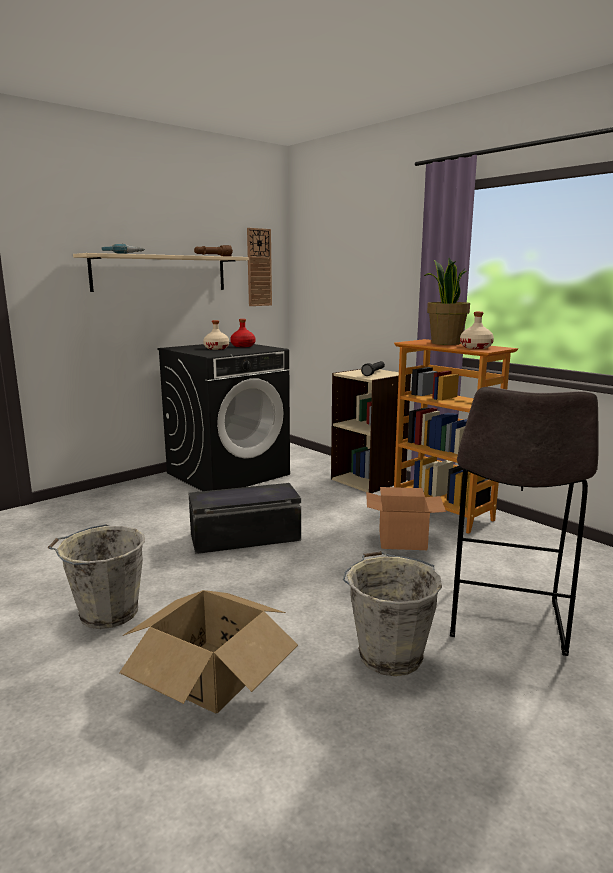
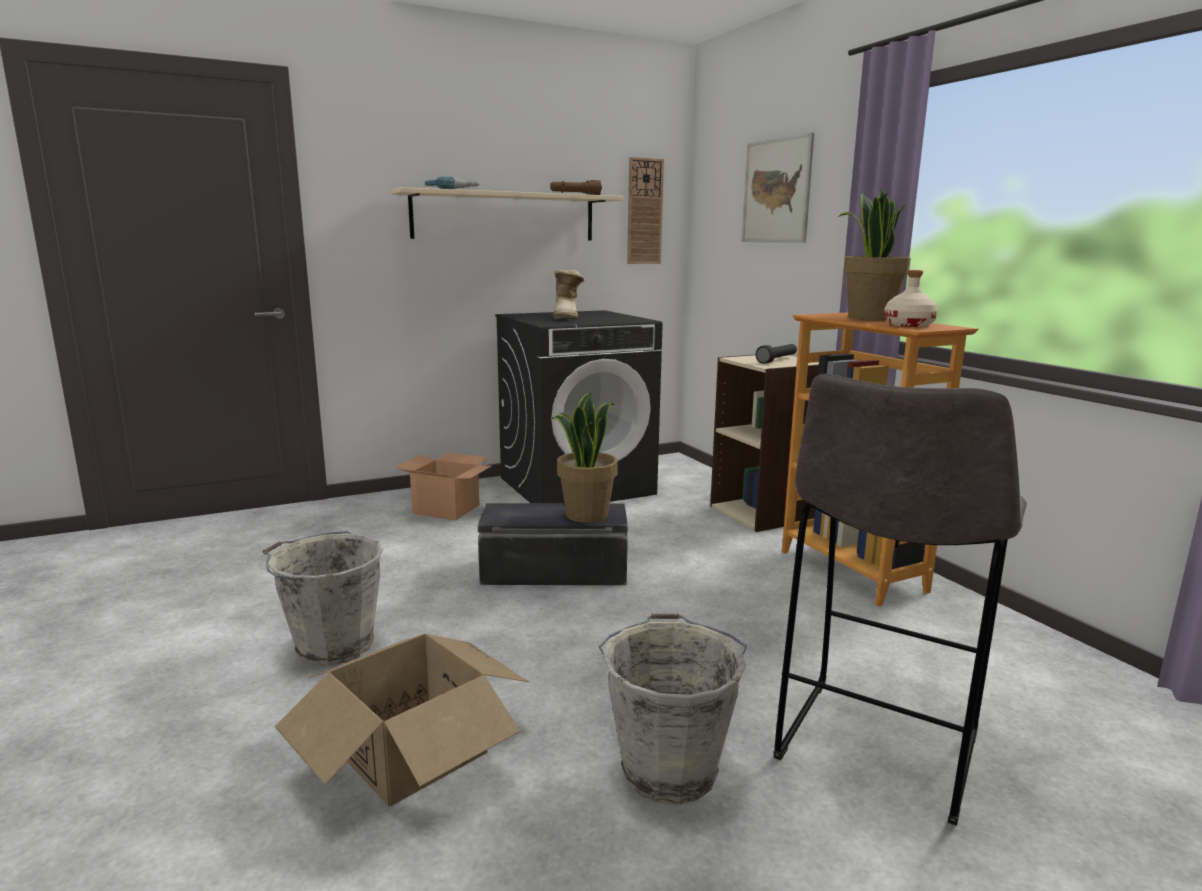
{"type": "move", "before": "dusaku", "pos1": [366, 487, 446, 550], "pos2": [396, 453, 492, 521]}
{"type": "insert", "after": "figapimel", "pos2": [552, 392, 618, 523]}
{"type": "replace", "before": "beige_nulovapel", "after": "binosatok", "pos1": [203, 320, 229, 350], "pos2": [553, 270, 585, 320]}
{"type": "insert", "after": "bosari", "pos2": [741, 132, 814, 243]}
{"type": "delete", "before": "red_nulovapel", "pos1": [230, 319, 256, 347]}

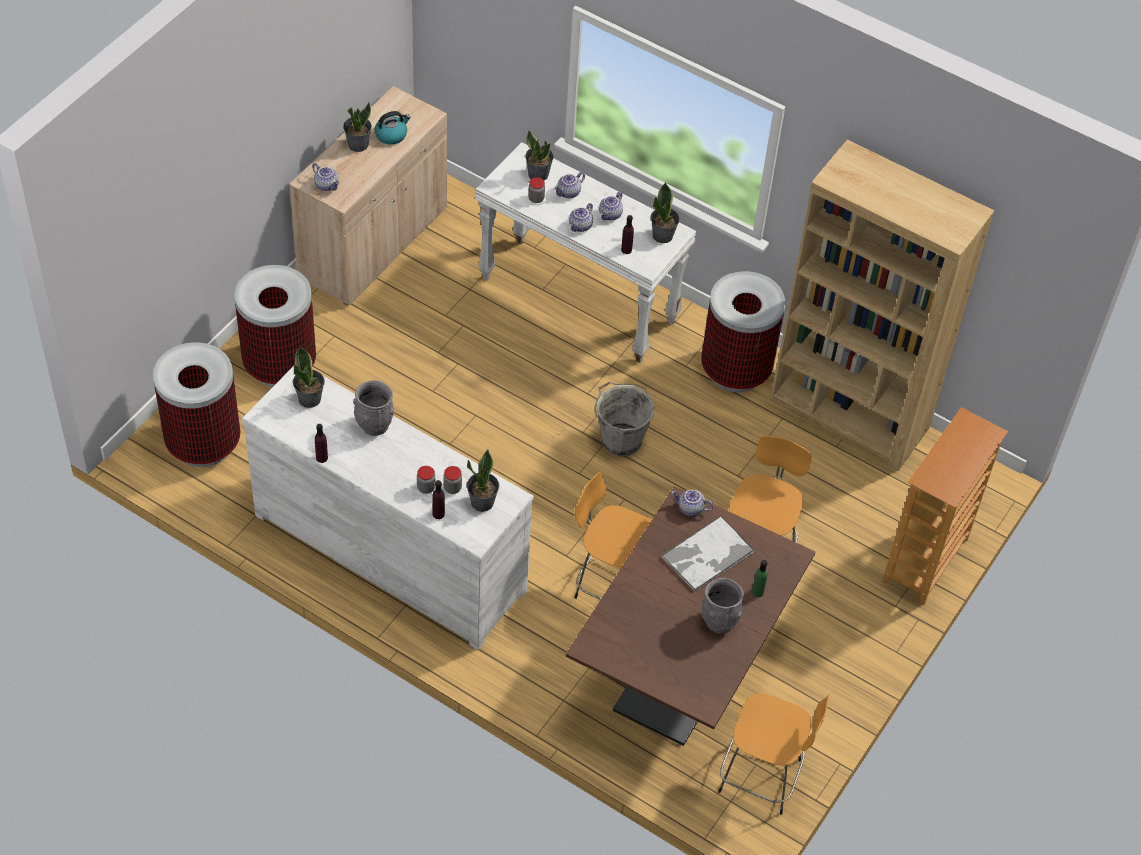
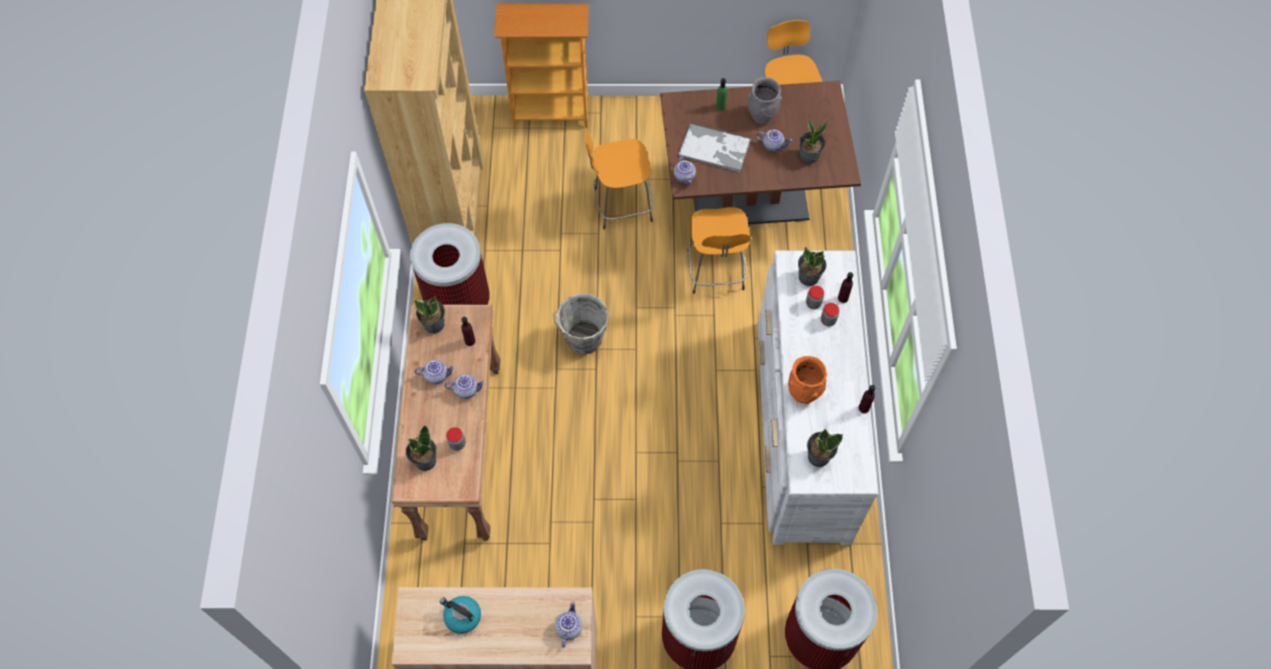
{"type": "recolor", "before": "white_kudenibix", "after": "brown_kudenibix", "pos1": [475, 142, 696, 363], "pos2": [391, 305, 500, 540]}
{"type": "move", "before": "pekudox", "pos1": [554, 172, 585, 198], "pos2": [756, 130, 792, 152]}
{"type": "recolor", "before": "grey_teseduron", "after": "orange_teseduron", "pos1": [353, 380, 394, 436], "pos2": [788, 356, 827, 404]}
{"type": "move", "before": "figapimel", "pos1": [343, 102, 372, 152], "pos2": [799, 114, 828, 164]}

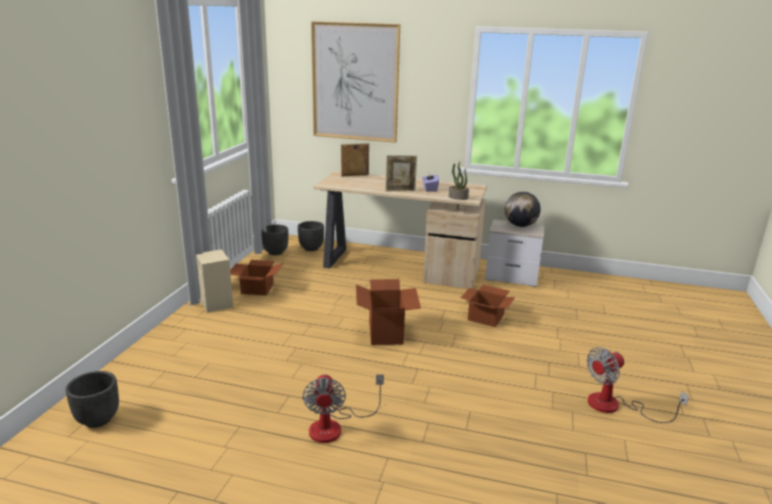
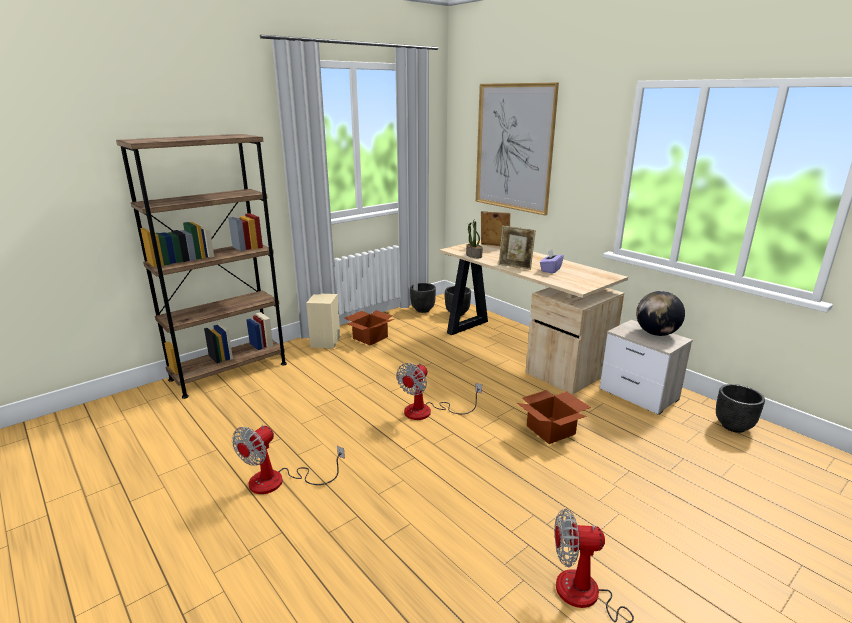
{"type": "insert", "after": "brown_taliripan", "pos2": [116, 134, 287, 399]}
{"type": "replace", "before": "dusaku", "after": "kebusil", "pos1": [356, 279, 421, 345], "pos2": [396, 363, 482, 420]}
{"type": "move", "before": "figapimel", "pos1": [449, 161, 469, 200], "pos2": [466, 220, 483, 258]}
{"type": "move", "before": "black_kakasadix", "pos1": [65, 371, 119, 428], "pos2": [716, 384, 765, 433]}

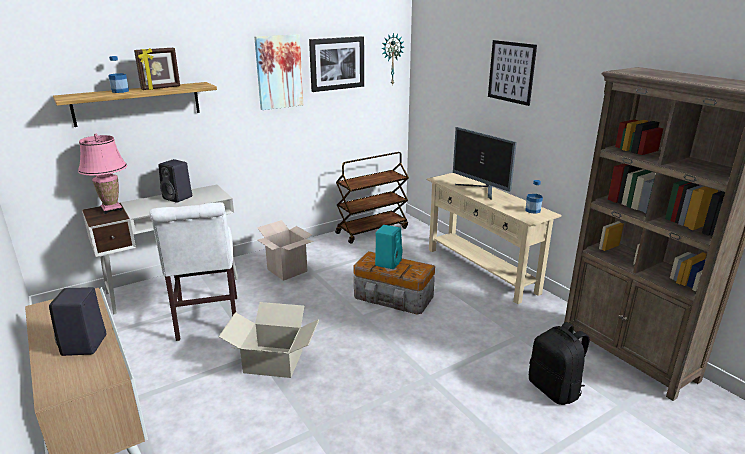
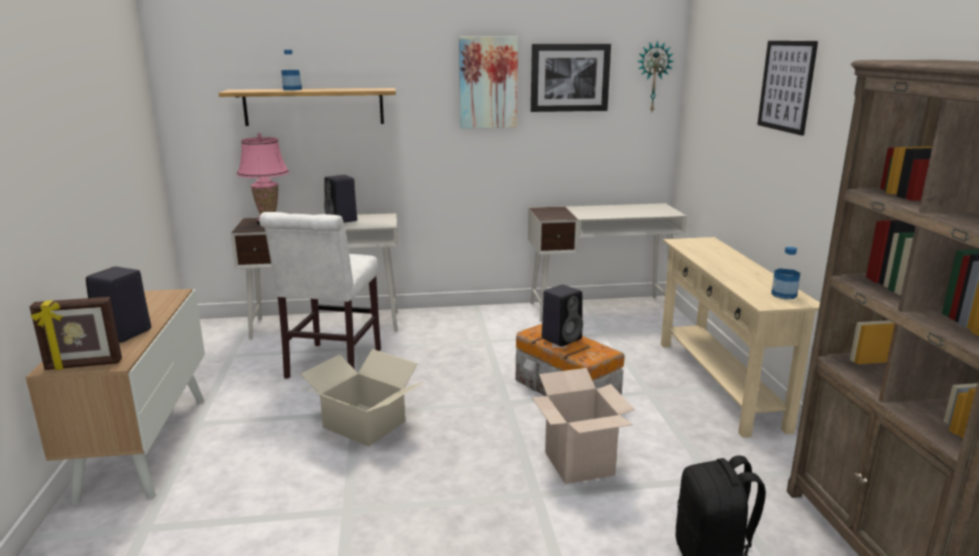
{"type": "move", "before": "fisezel", "pos1": [134, 48, 180, 90], "pos2": [30, 297, 122, 370]}
{"type": "replace", "before": "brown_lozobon", "after": "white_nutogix", "pos1": [335, 152, 409, 244], "pos2": [528, 203, 687, 322]}
{"type": "move", "before": "dusaku", "pos1": [257, 220, 314, 281], "pos2": [532, 368, 635, 484]}
{"type": "recolor", "before": "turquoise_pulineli", "after": "black_pulineli", "pos1": [375, 225, 402, 269], "pos2": [542, 285, 583, 347]}
{"type": "delete", "before": "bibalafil", "pos1": [453, 127, 517, 200]}

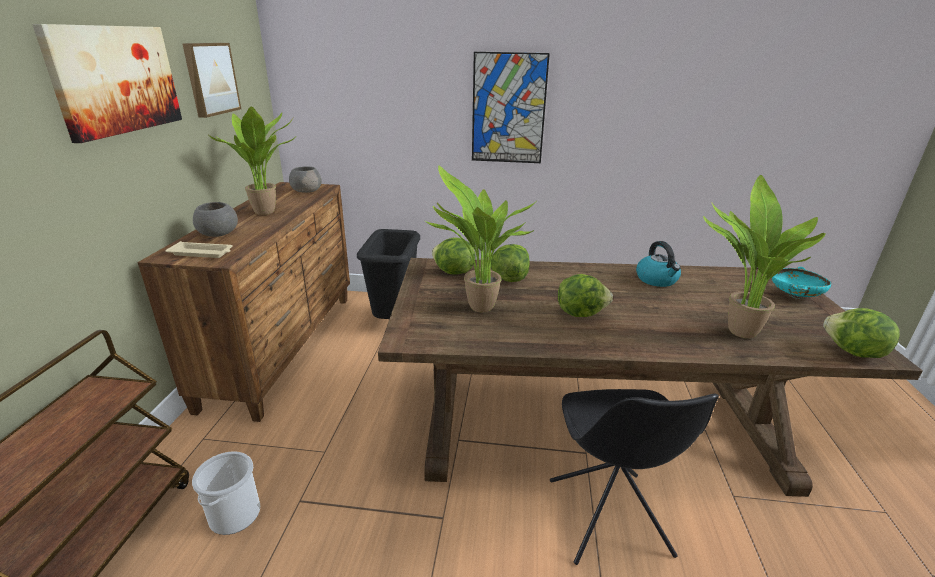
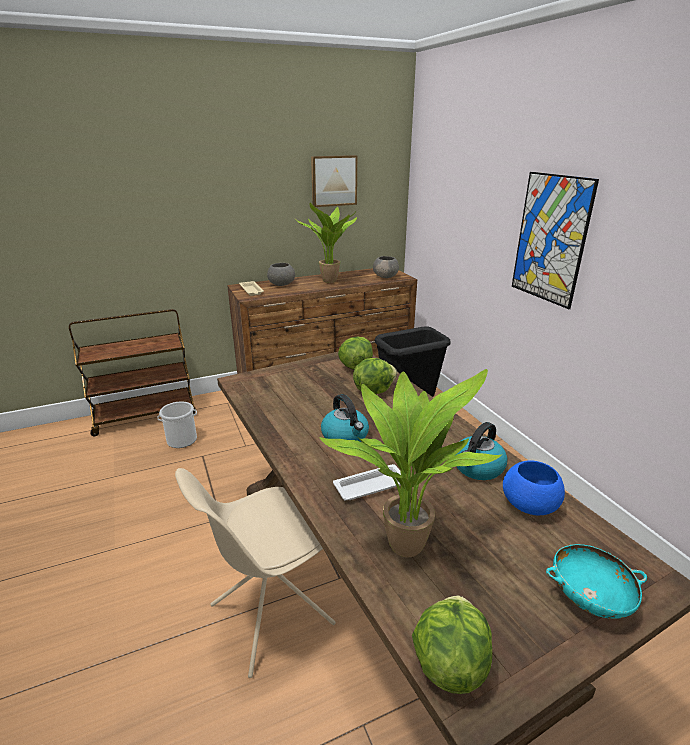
{"type": "recolor", "before": "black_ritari", "after": "beige_ritari", "pos1": [550, 389, 719, 565], "pos2": [175, 468, 336, 678]}
{"type": "replace", "before": "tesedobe", "after": "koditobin", "pos1": [558, 274, 613, 317], "pos2": [321, 394, 369, 442]}
{"type": "insert", "after": "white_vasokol", "pos2": [333, 464, 401, 500]}
{"type": "insert", "after": "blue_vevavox", "pos2": [503, 460, 565, 515]}
{"type": "delete", "before": "bosari", "pos1": [32, 24, 182, 143]}
{"type": "delete", "before": "figapimel", "pos1": [424, 165, 536, 312]}

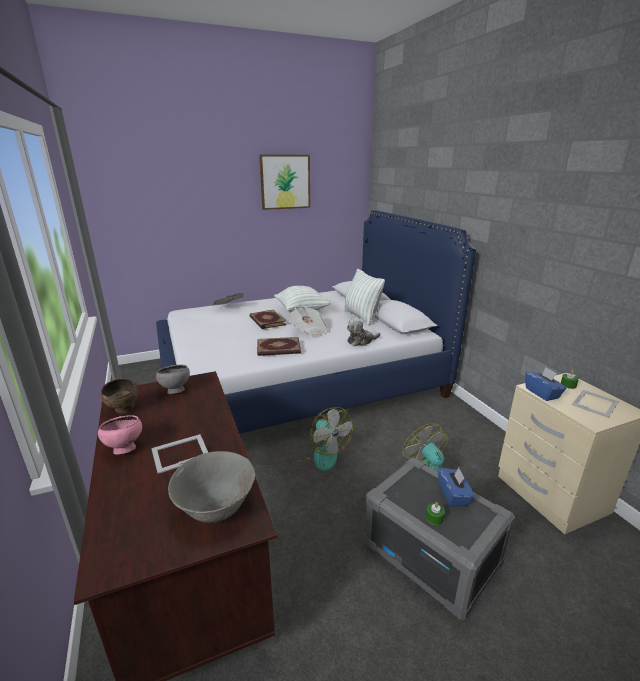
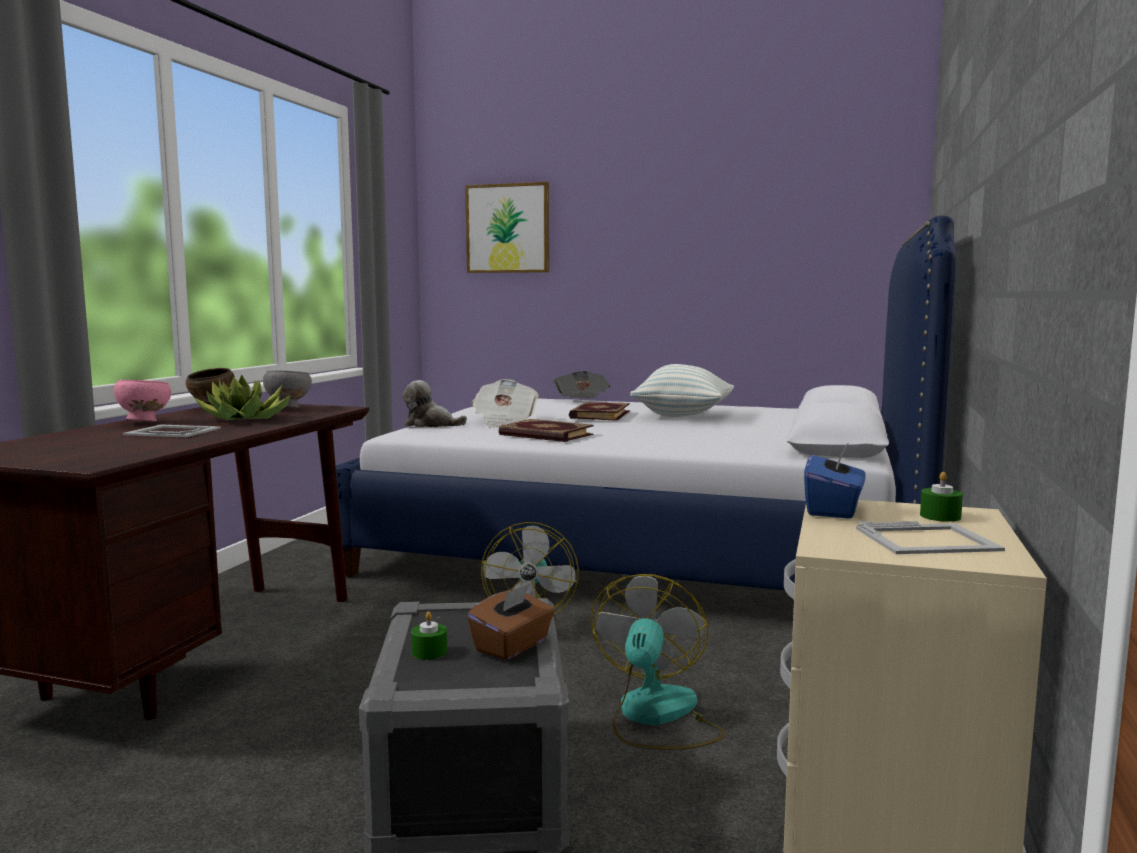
{"type": "insert", "after": "figapimel", "pos2": [194, 375, 291, 420]}
{"type": "move", "before": "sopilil", "pos1": [347, 318, 380, 346], "pos2": [402, 380, 467, 427]}
{"type": "move", "before": "bosari", "pos1": [259, 154, 310, 210], "pos2": [465, 182, 549, 273]}
{"type": "recolor", "before": "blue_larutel", "after": "brown_larutel", "pos1": [438, 467, 474, 507], "pos2": [467, 583, 555, 660]}
{"type": "move", "before": "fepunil", "pos1": [290, 306, 328, 338], "pos2": [472, 379, 539, 427]}
{"type": "delete", "before": "grey_vevavox", "pos1": [168, 451, 255, 523]}
{"type": "delete", "before": "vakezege", "pos1": [344, 269, 385, 325]}

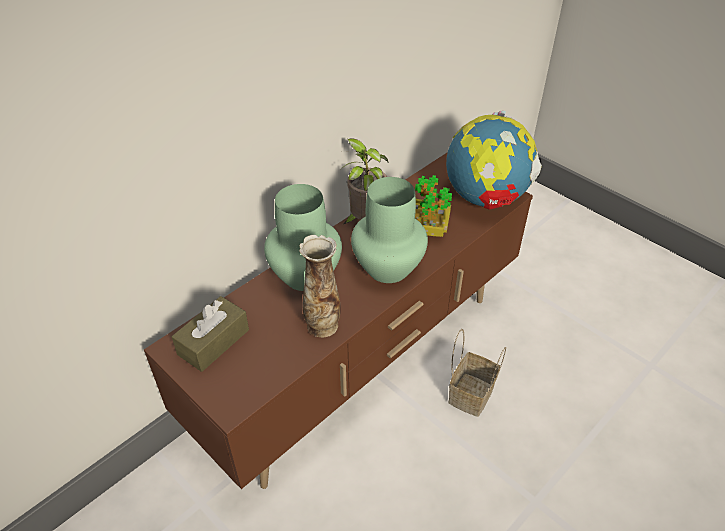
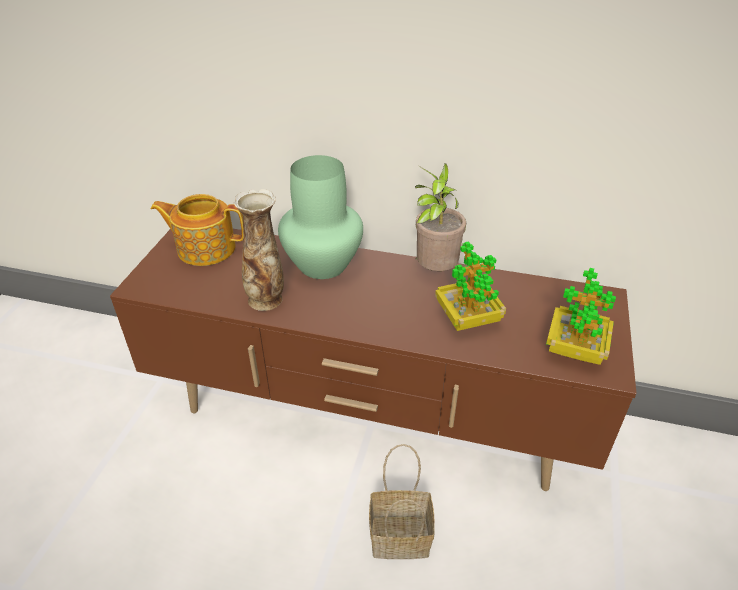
{"type": "replace", "before": "brown_larutel", "after": "pekudox", "pos1": [172, 296, 249, 372], "pos2": [151, 194, 243, 266]}
{"type": "replace", "before": "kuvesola", "after": "figapimel", "pos1": [446, 110, 542, 210], "pos2": [546, 268, 616, 365]}
{"type": "delete", "before": "green_teseduron", "pos1": [351, 177, 428, 283]}

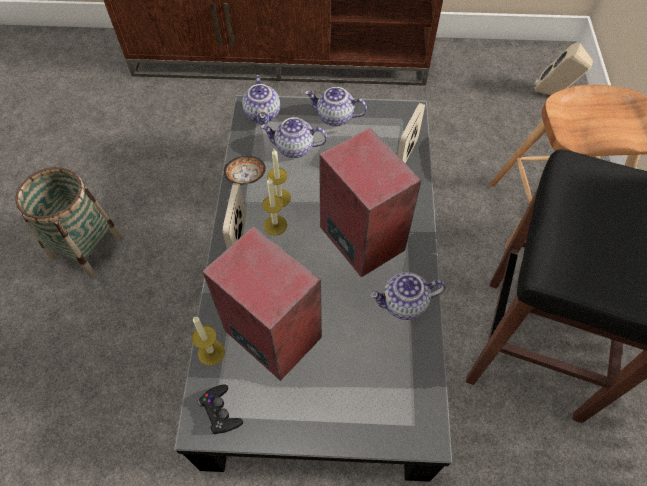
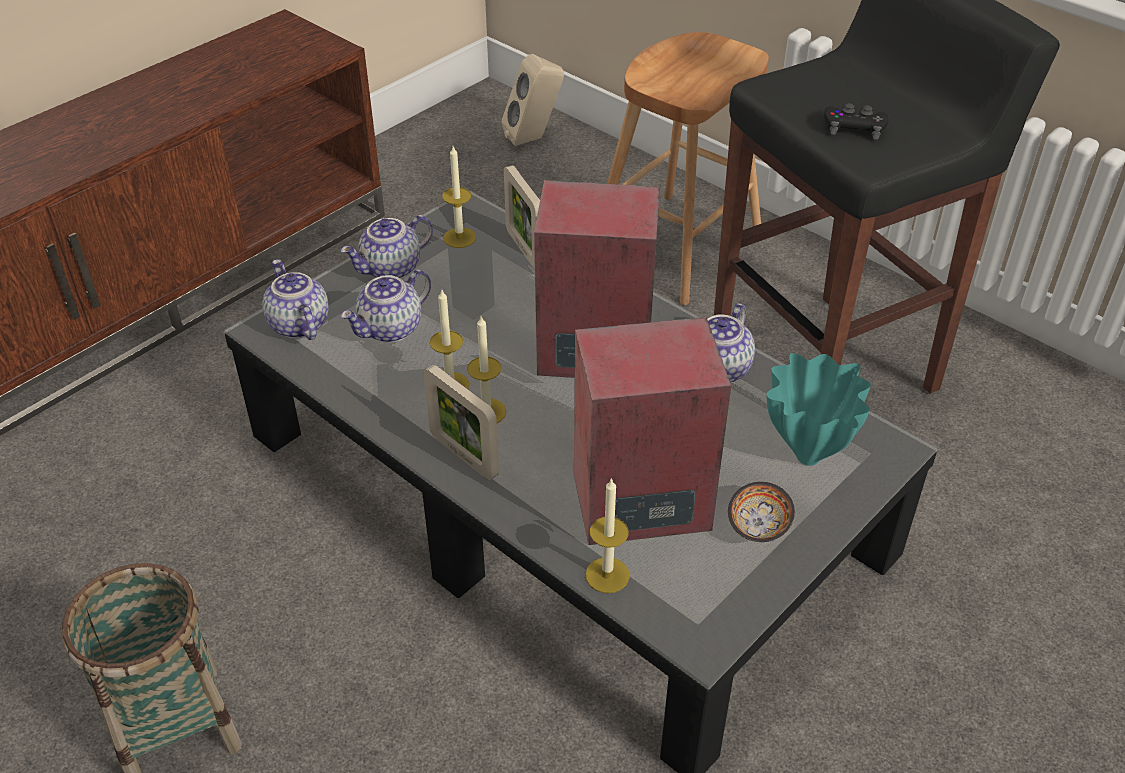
{"type": "rotate", "before": "pekudox", "pos1": [242, 75, 280, 125], "pos2": [262, 259, 329, 340], "turn": -150}
{"type": "insert", "after": "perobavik", "pos2": [442, 146, 476, 248]}
{"type": "move", "before": "vevavox", "pos1": [223, 156, 266, 185], "pos2": [728, 482, 795, 542]}
{"type": "insert", "after": "turquoise_teseduron", "pos2": [767, 353, 871, 466]}
{"type": "move", "before": "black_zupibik", "pos1": [198, 385, 243, 435], "pos2": [824, 103, 889, 140]}

